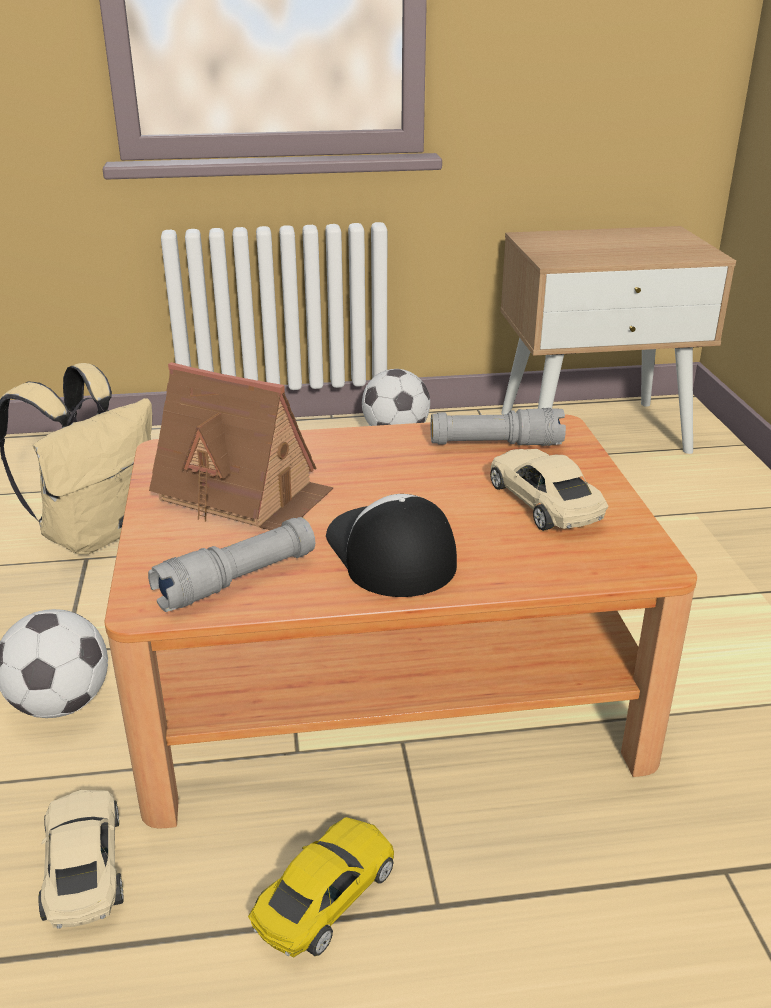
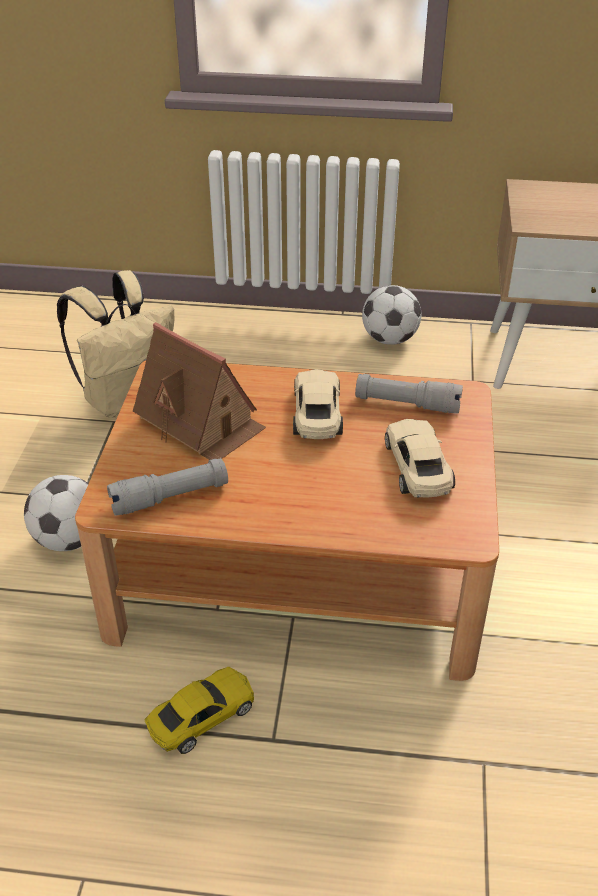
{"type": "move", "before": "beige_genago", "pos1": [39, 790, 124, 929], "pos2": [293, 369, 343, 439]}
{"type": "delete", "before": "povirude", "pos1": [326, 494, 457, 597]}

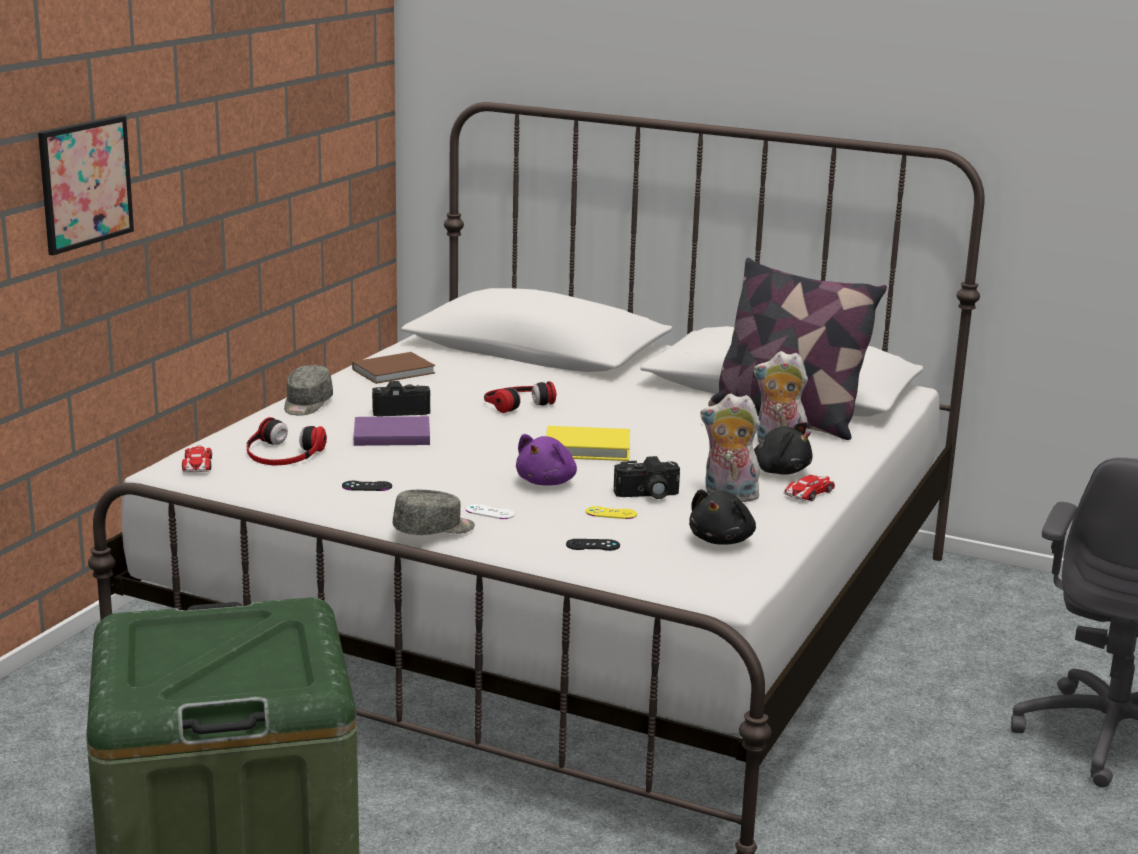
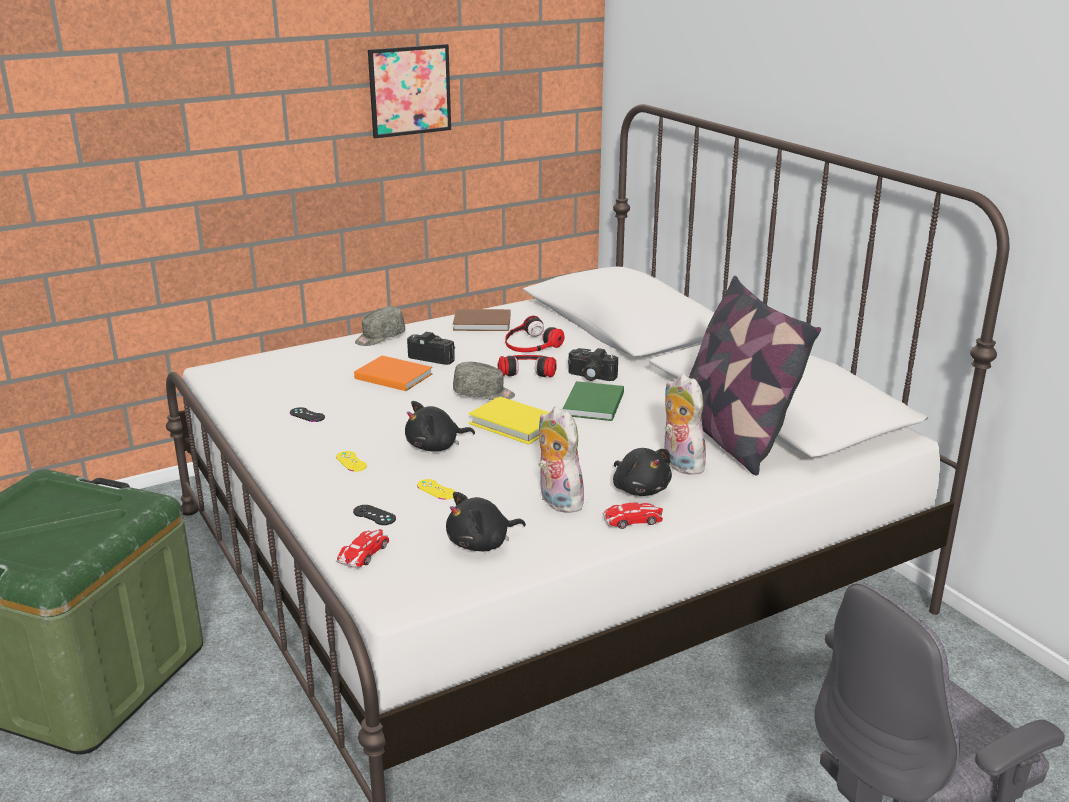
{"type": "recolor", "before": "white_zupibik", "after": "yellow_zupibik", "pos1": [466, 504, 515, 519], "pos2": [336, 451, 367, 472]}
{"type": "move", "before": "genago", "pos1": [182, 445, 212, 472], "pos2": [336, 529, 389, 569]}
{"type": "recolor", "before": "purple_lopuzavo", "after": "orange_lopuzavo", "pos1": [354, 416, 430, 446], "pos2": [354, 355, 433, 391]}
{"type": "move", "before": "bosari", "pos1": [38, 116, 134, 255], "pos2": [368, 44, 451, 138]}
{"type": "recolor", "before": "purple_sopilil", "after": "black_sopilil", "pos1": [516, 434, 577, 486], "pos2": [405, 401, 475, 452]}
{"type": "move", "before": "grey_povirude", "pos1": [393, 490, 475, 535], "pos2": [453, 362, 515, 400]}
{"type": "move", "before": "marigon", "pos1": [247, 417, 327, 465], "pos2": [505, 316, 564, 352]}
{"type": "insert", "after": "green_lopuzavo", "pos2": [563, 381, 624, 421]}
{"type": "move", "before": "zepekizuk", "pos1": [614, 456, 680, 499], "pos2": [568, 348, 618, 381]}

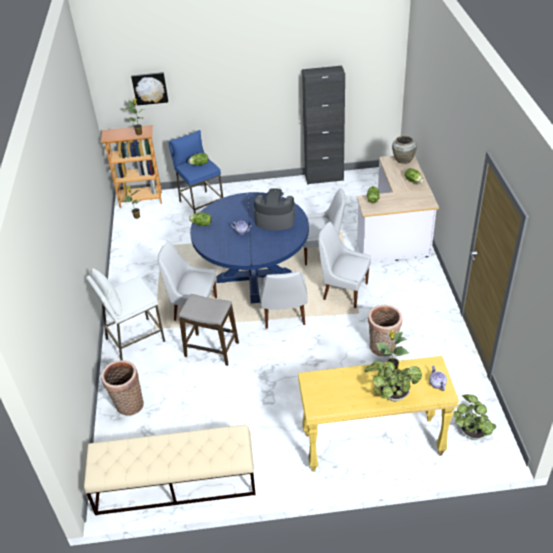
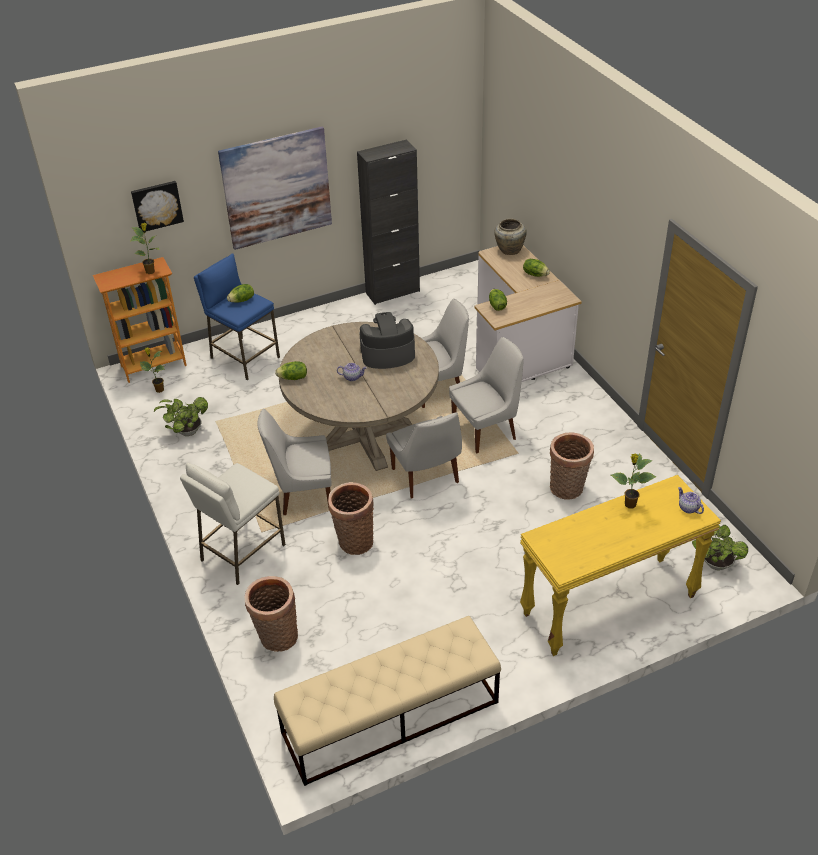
{"type": "move", "before": "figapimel", "pos1": [365, 361, 422, 401], "pos2": [154, 397, 208, 436]}
{"type": "insert", "after": "bosari", "pos2": [218, 126, 332, 250]}
{"type": "recolor", "before": "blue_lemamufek", "after": "beige_lemamufek", "pos1": [190, 192, 309, 303], "pos2": [279, 322, 439, 471]}
{"type": "replace", "before": "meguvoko", "after": "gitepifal", "pos1": [179, 294, 239, 366], "pos2": [328, 482, 374, 555]}
{"type": "rotate", "before": "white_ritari", "pos1": [318, 222, 371, 308], "pos2": [449, 337, 524, 453], "turn": 150}

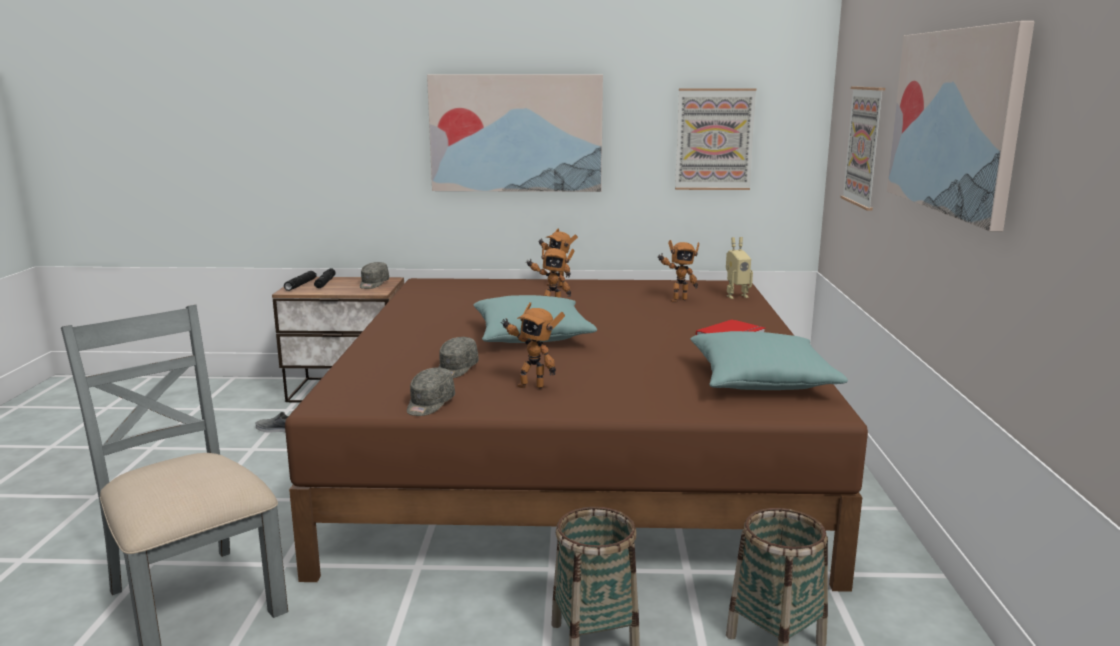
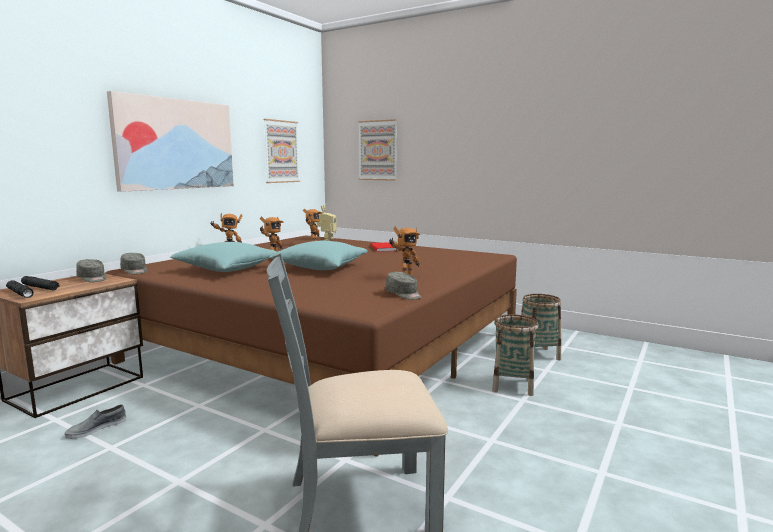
{"type": "move", "before": "grey_povirude", "pos1": [439, 337, 479, 378], "pos2": [120, 253, 147, 274]}
{"type": "move", "before": "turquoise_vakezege", "pos1": [690, 331, 848, 390], "pos2": [170, 242, 277, 272]}
{"type": "delete", "before": "bosari", "pos1": [887, 21, 1034, 231]}

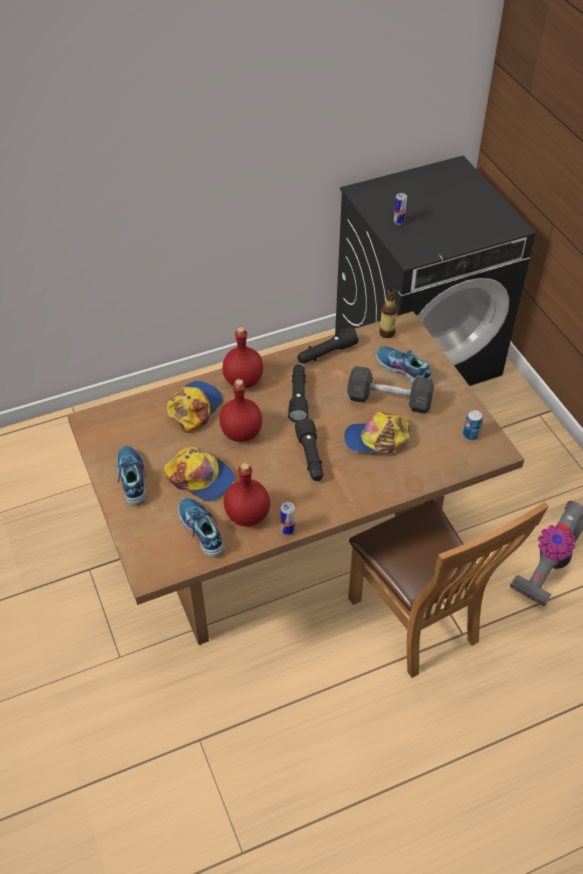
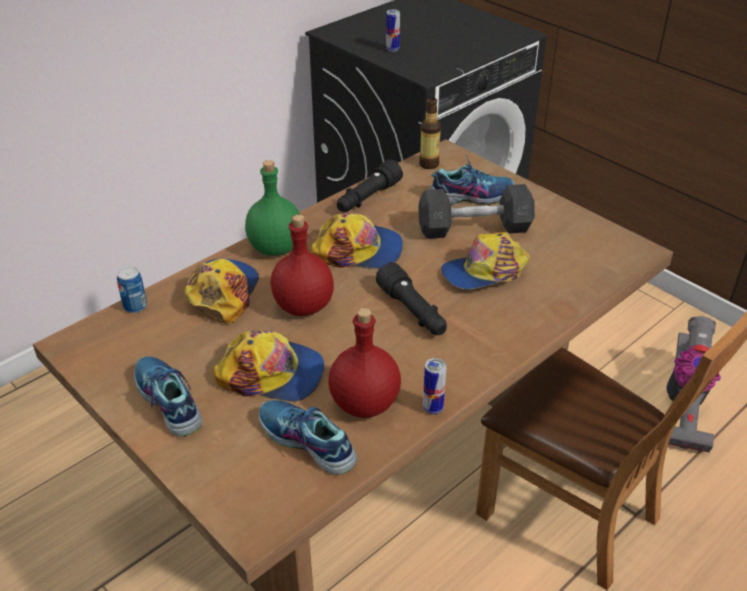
{"type": "move", "before": "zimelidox", "pos1": [463, 410, 483, 440], "pos2": [117, 267, 147, 313]}
{"type": "recolor", "before": "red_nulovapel", "after": "green_nulovapel", "pos1": [222, 327, 263, 388], "pos2": [245, 160, 300, 256]}
{"type": "replace", "before": "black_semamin", "after": "povirude", "pos1": [288, 365, 308, 423], "pos2": [311, 212, 403, 269]}
{"type": "rotate", "before": "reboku", "pos1": [376, 347, 432, 383], "pos2": [430, 156, 514, 205], "turn": 150}

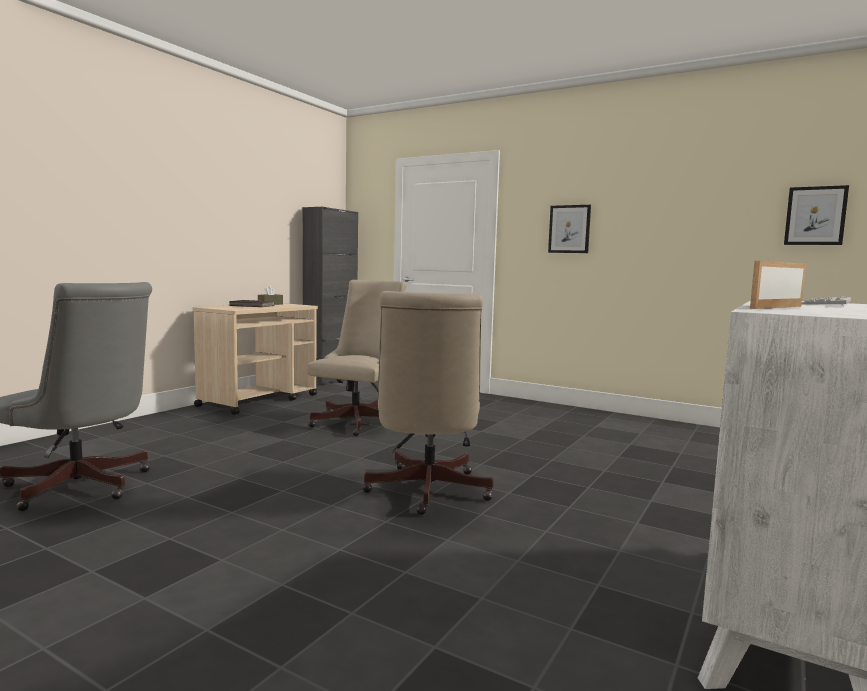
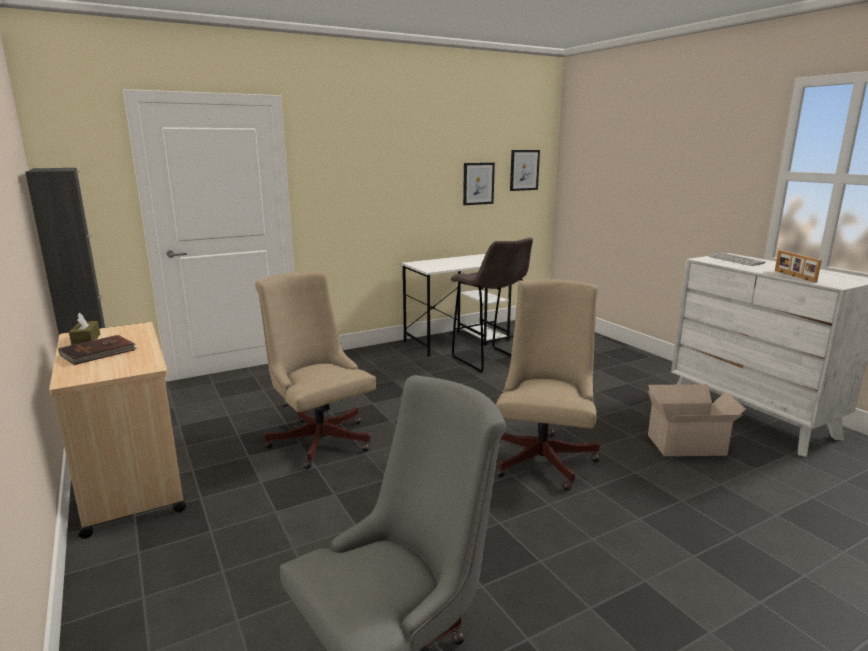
{"type": "insert", "after": "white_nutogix", "pos2": [401, 254, 512, 357]}
{"type": "insert", "after": "grey_meguvoko", "pos2": [451, 238, 533, 373]}
{"type": "move", "before": "bosari", "pos1": [548, 205, 591, 253], "pos2": [463, 163, 495, 205]}
{"type": "rotate", "before": "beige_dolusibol", "pos1": [362, 291, 494, 515], "pos2": [496, 279, 600, 491], "turn": -105}
{"type": "insert", "after": "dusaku", "pos2": [648, 384, 746, 456]}

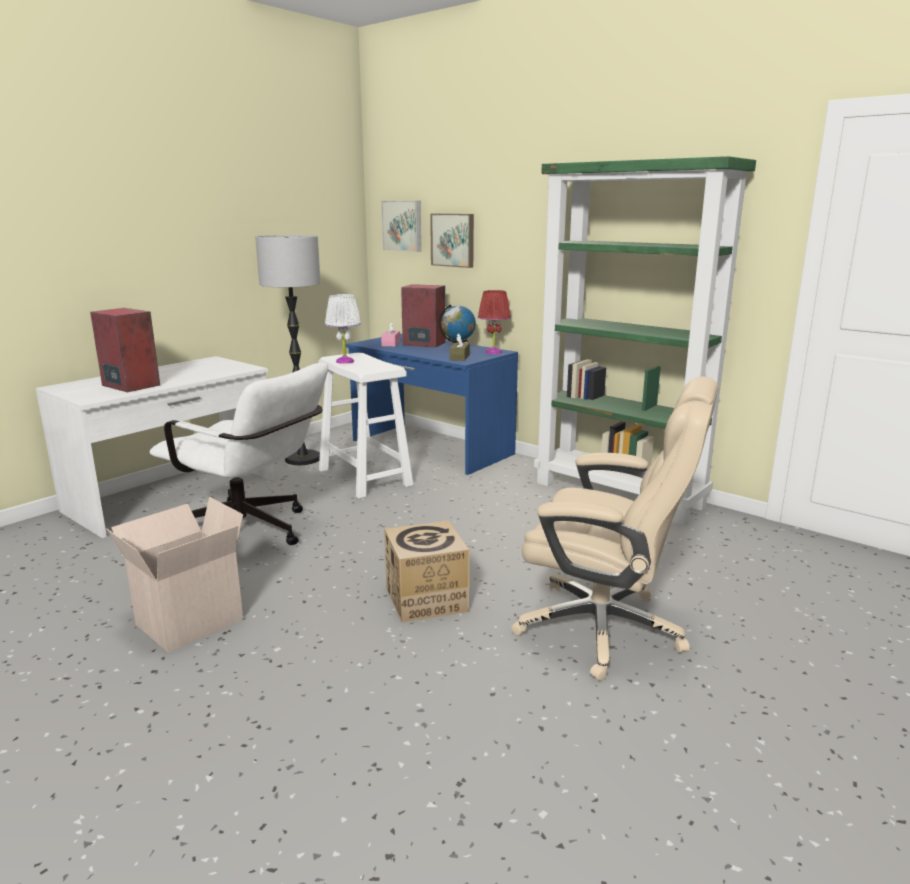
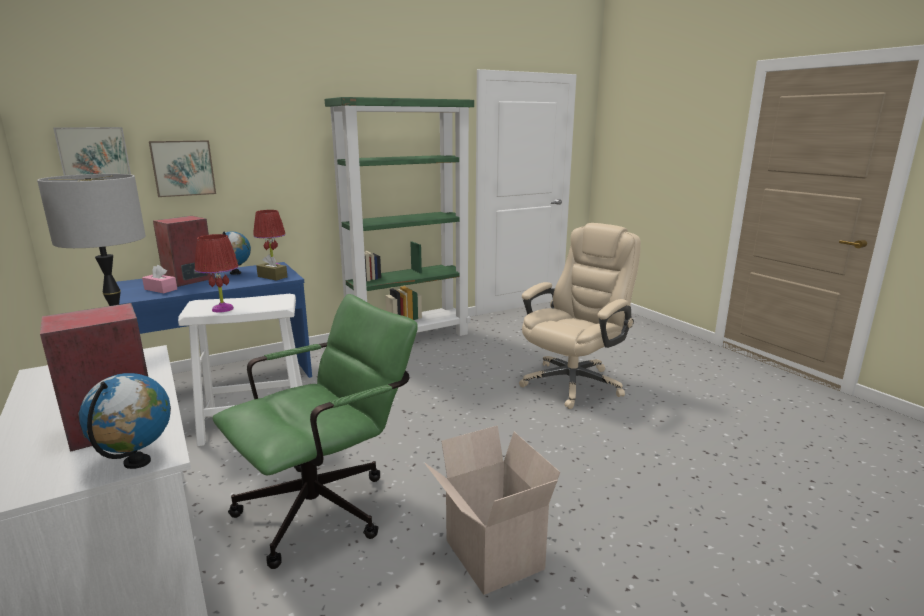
{"type": "insert", "after": "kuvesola", "pos2": [79, 373, 171, 469]}
{"type": "recolor", "before": "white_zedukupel", "after": "red_zedukupel", "pos1": [325, 294, 361, 364], "pos2": [195, 234, 239, 313]}
{"type": "recolor", "before": "white_dolusibol", "after": "green_dolusibol", "pos1": [150, 363, 328, 545], "pos2": [213, 294, 418, 569]}
{"type": "delete", "before": "dusaku", "pos1": [384, 521, 469, 623]}

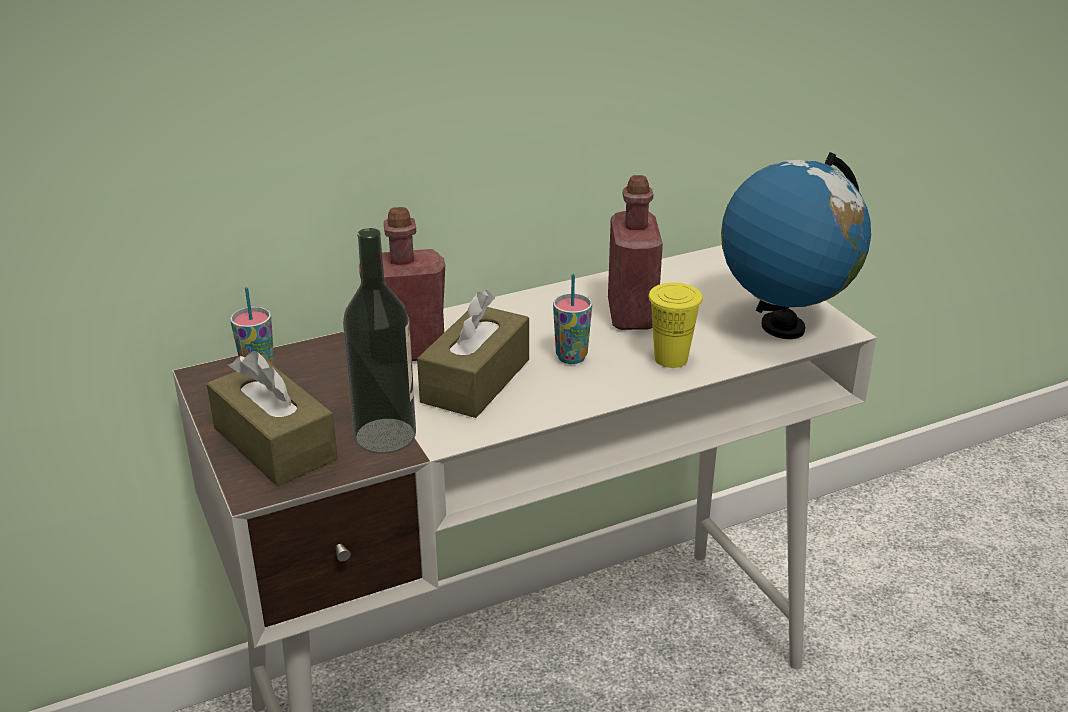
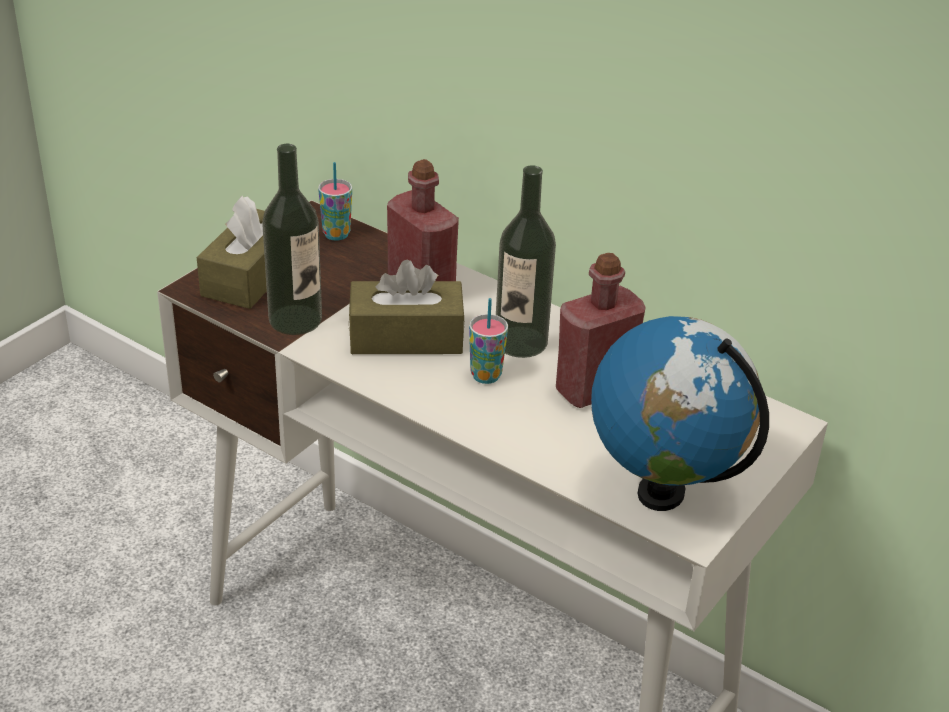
{"type": "insert", "after": "nulovapel", "pos2": [496, 165, 556, 358]}
{"type": "delete", "before": "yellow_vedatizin", "pos1": [649, 282, 703, 368]}

